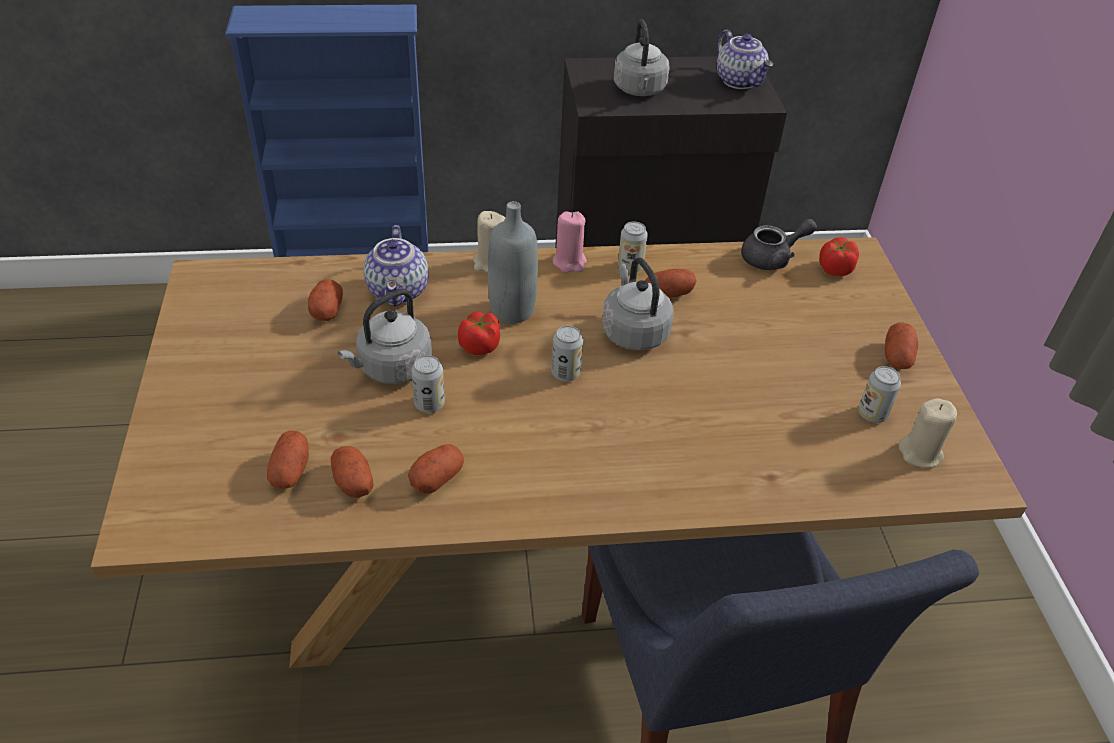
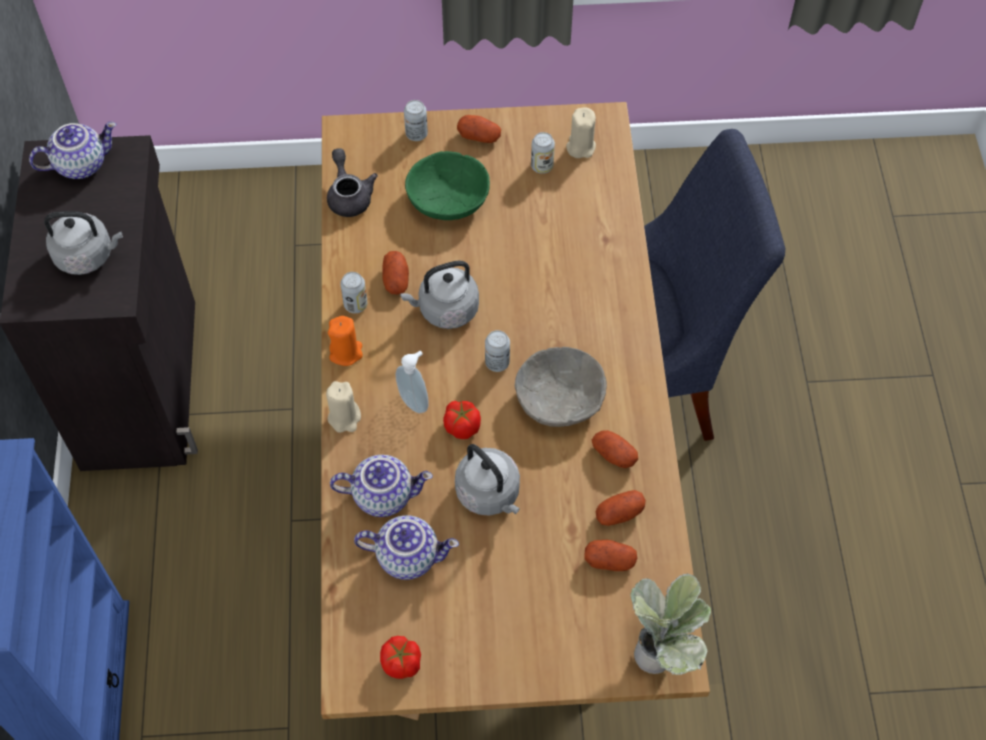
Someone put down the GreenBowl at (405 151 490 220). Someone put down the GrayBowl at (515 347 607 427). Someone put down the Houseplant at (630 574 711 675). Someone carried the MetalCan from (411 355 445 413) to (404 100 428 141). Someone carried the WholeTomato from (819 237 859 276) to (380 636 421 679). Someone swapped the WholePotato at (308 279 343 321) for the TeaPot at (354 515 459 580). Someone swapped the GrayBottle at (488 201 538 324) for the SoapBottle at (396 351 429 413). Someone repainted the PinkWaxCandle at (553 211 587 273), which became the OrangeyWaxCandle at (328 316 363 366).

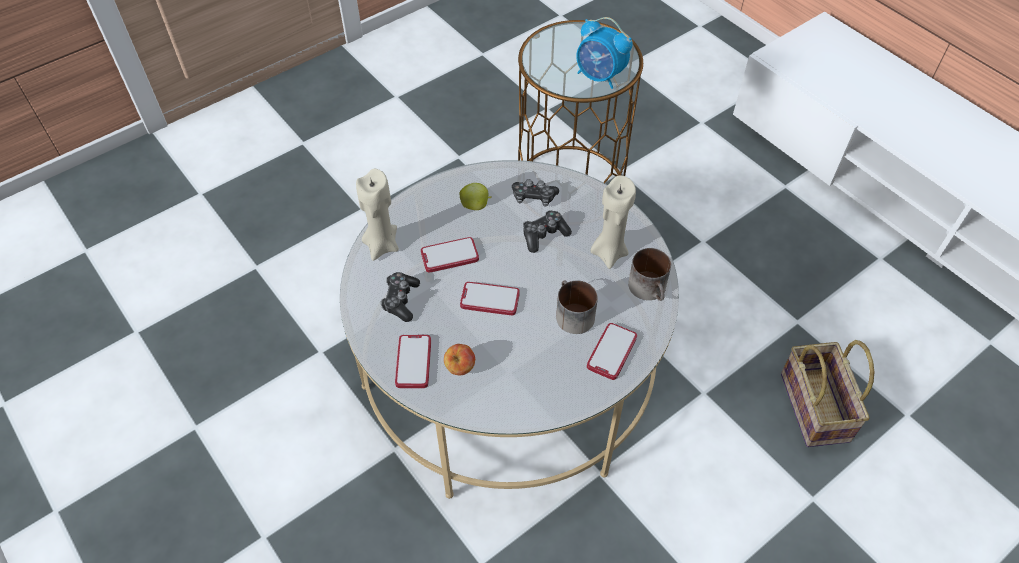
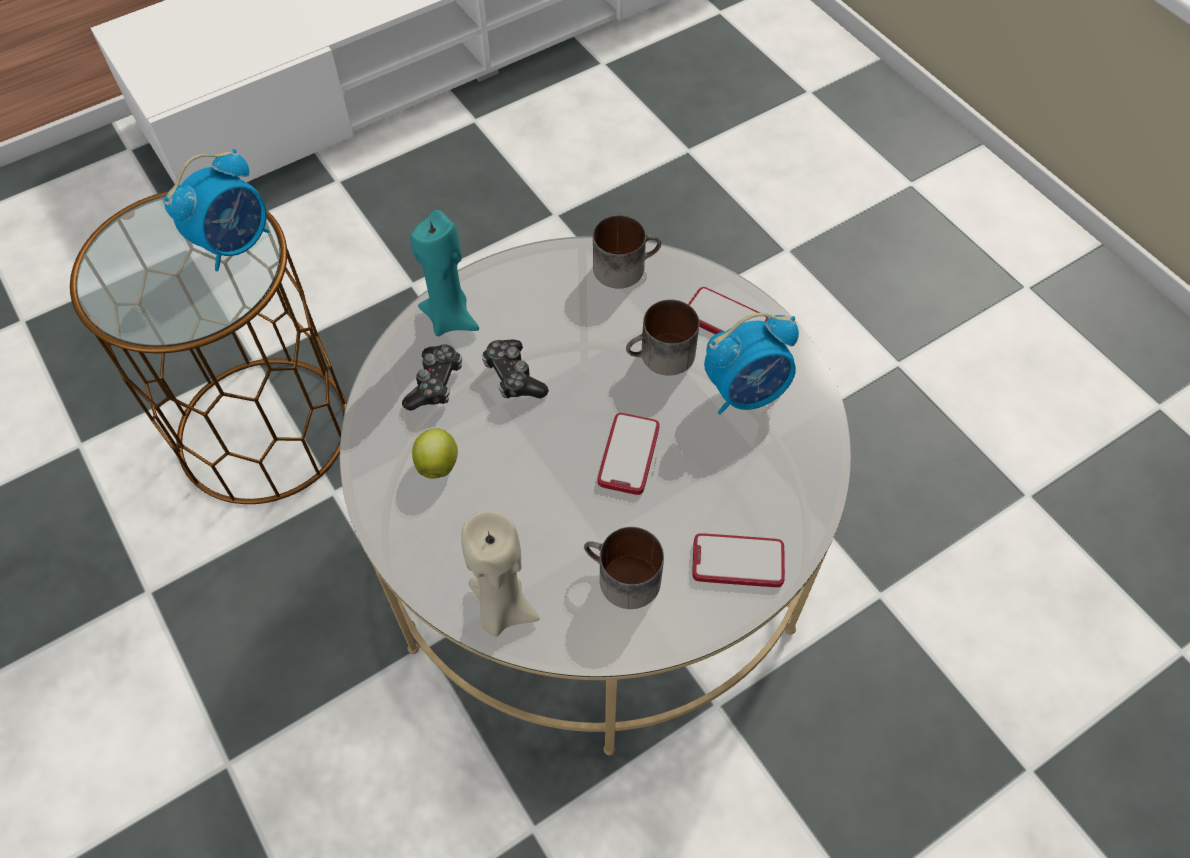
Someone took away the Phone at (421 237 479 272). Someone took away the WholeApple at (444 344 475 375). Someone took away the BeigeColouredWaxCandle at (590 175 636 269). Someone took away the StorageBasket at (781 340 874 447). Someone put down the BlueGreenWaxCandle at (410 210 479 336). Someone put down the TableClock at (704 313 799 414). Someone swapped the Gamepad at (380 272 420 322) for the TeaMug at (584 527 664 609).

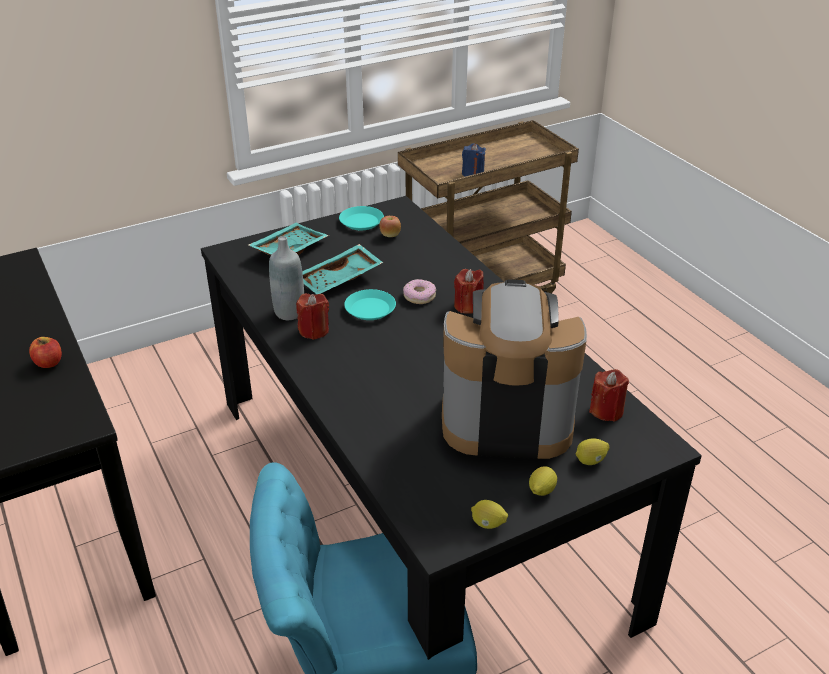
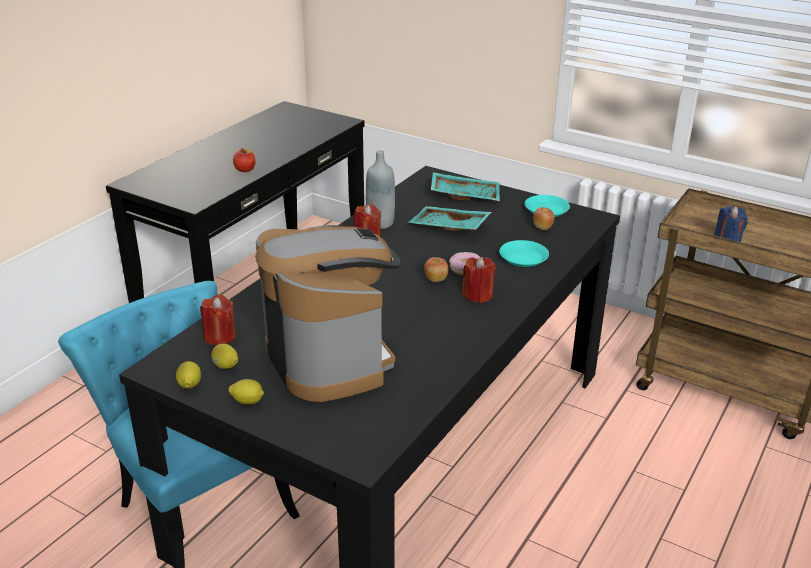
Someone put down the WholeApple at (424 257 448 282). Someone carried the BlueGreenDinnerPlate from (344 289 396 320) to (499 240 549 267). Someone carried the WholeLemon from (576 439 609 465) to (211 344 238 369). Someone carried the ReddishWaxCandle from (589 369 629 422) to (200 295 236 345).

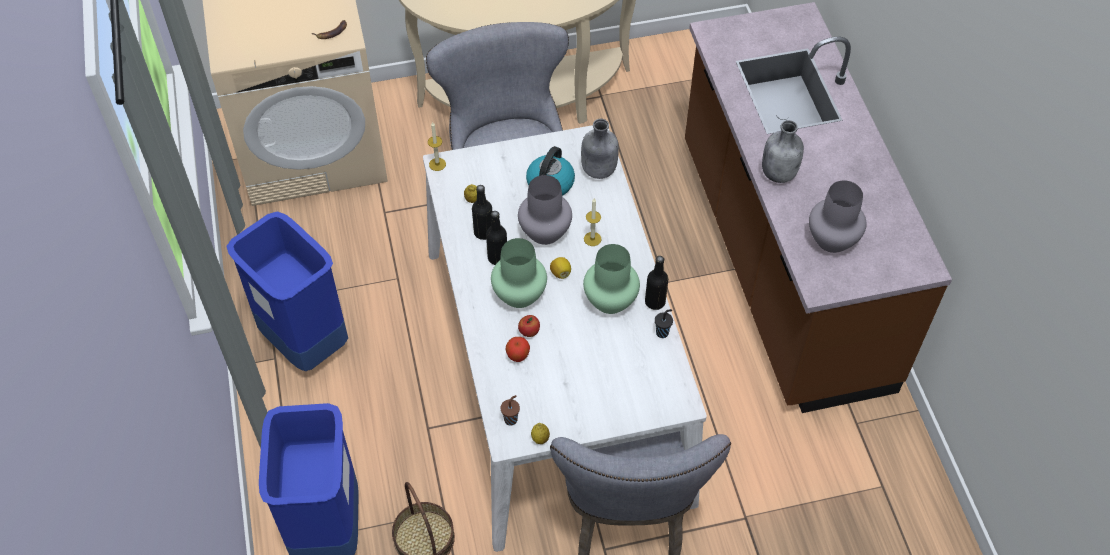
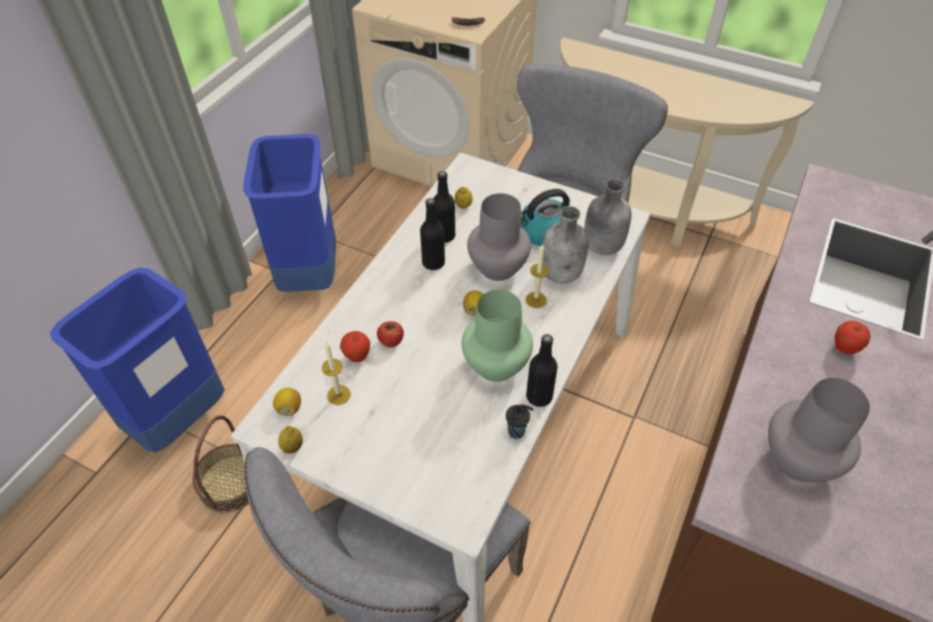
Someone took away the GreenFlowerVase at (491 238 547 308). Someone put down the WholeApple at (835 321 871 354). Someone carried the WaxCandle from (428 122 446 171) to (322 342 351 405). Someone carried the GrayBottle from (762 120 804 183) to (542 206 589 284). Someone swapped the BrownCup at (501 395 520 426) for the WholeLemon at (273 387 301 416).

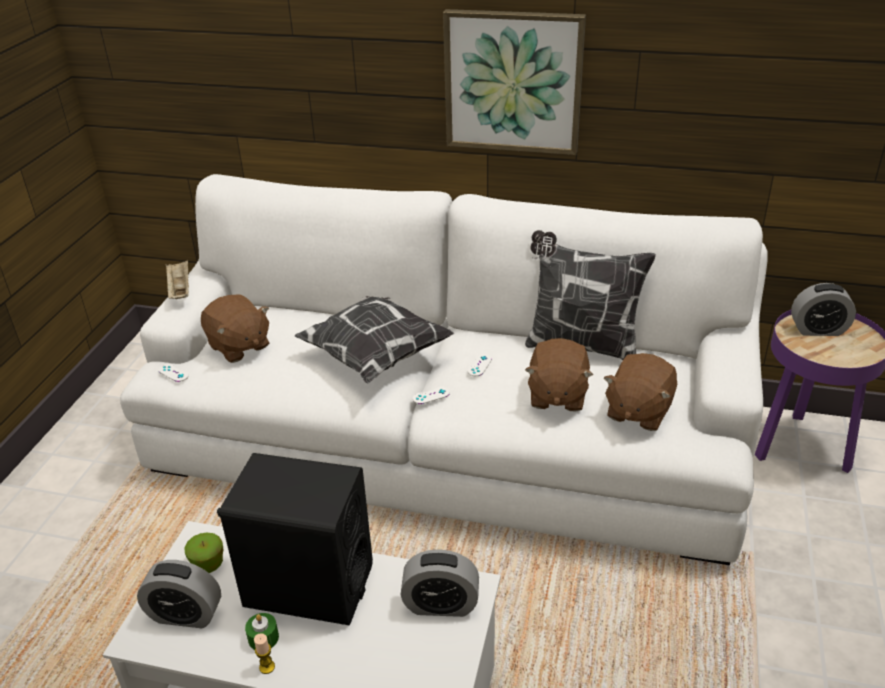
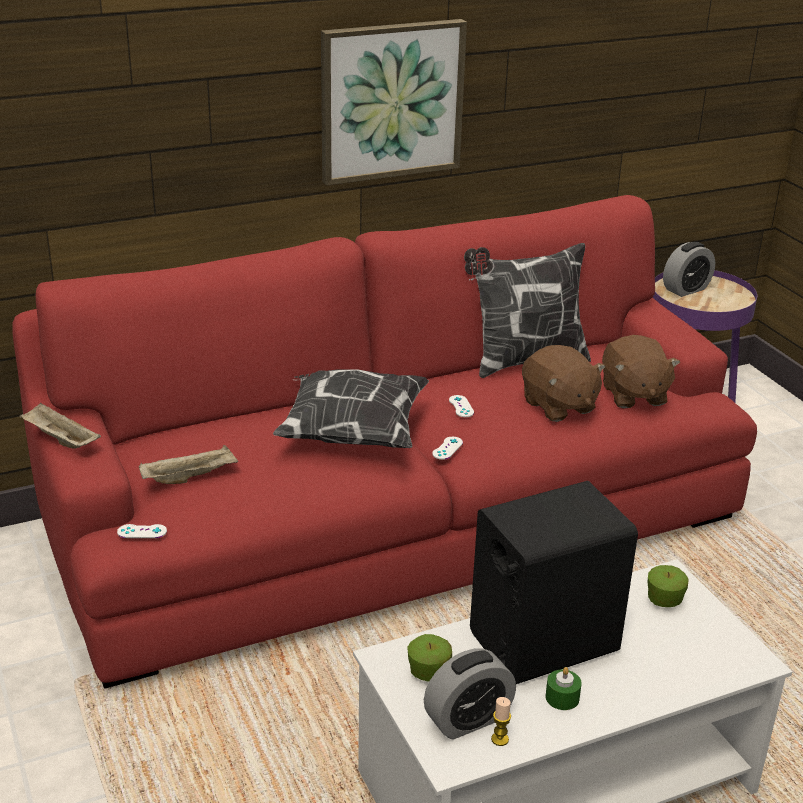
Someone carried the WaxCandle from (254 633 275 674) to (491 697 511 746). Someone swapped the BrownSoftToy at (201 294 269 363) for the BeigeColouredTray at (139 445 238 484). Someone swapped the TableClock at (401 549 479 617) for the WholeApple at (648 565 689 607). Someone repainted the WhitishSofa at (120 174 767 565), which became the ReddishSofa at (12 195 757 689).

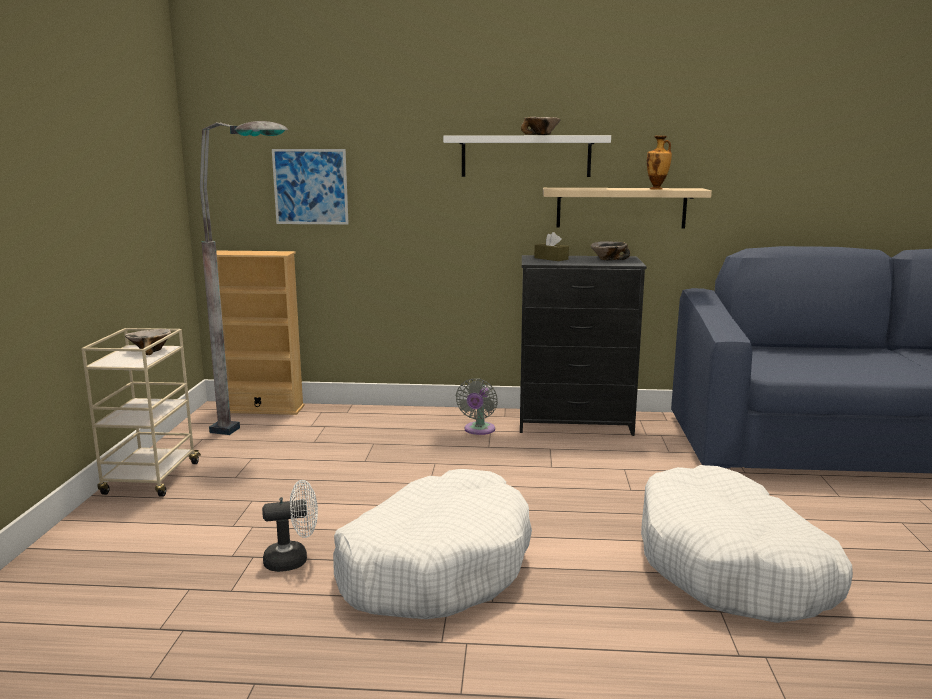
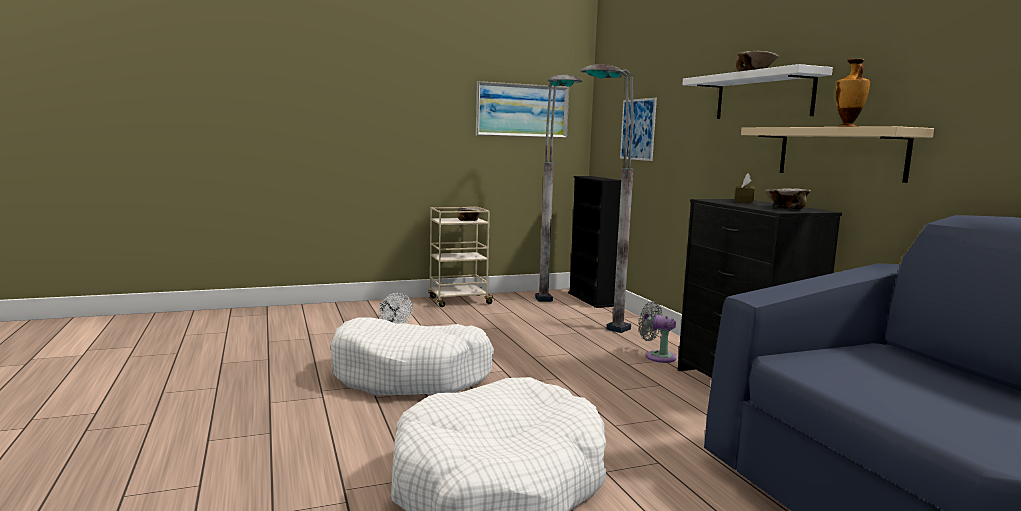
Someone put up the WallPicture at (476 81 569 138). Someone put down the GrayStandardLamp at (580 64 634 333). Someone repainted the BeigeColouredShelvingUnit at (216 251 305 415), which became the BlackShelvingUnit at (568 176 621 308). Someone rotated the GrayFan at (456 378 498 435) by 45 degrees clockwise.

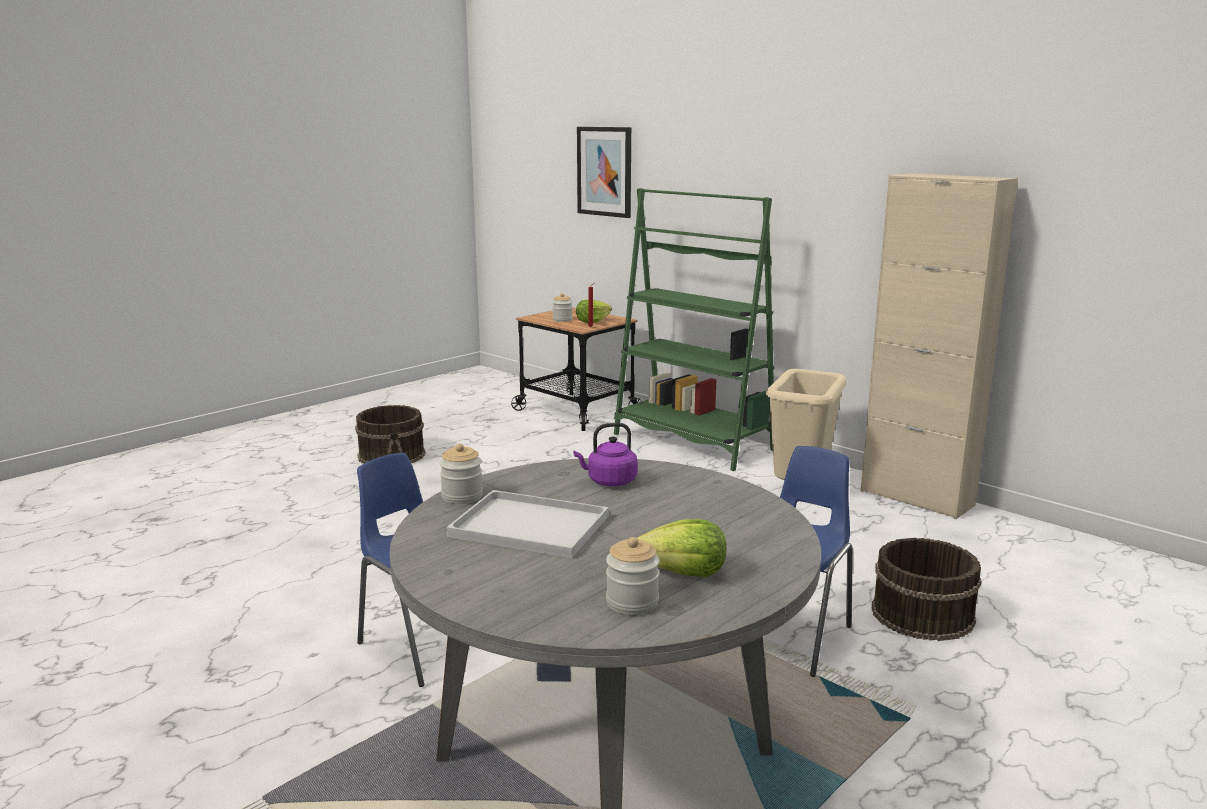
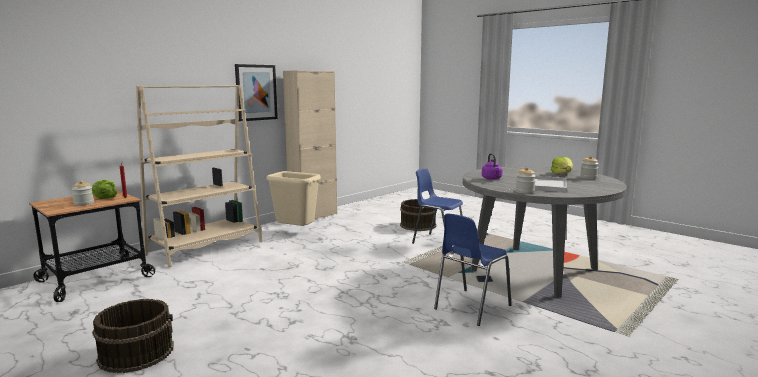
Someone carried the WallPicture from (577 127 631 218) to (235 64 278 122). Someone repainted the GreenShelvingUnit at (614 188 774 471), which became the BeigeColouredShelvingUnit at (136 85 263 267).

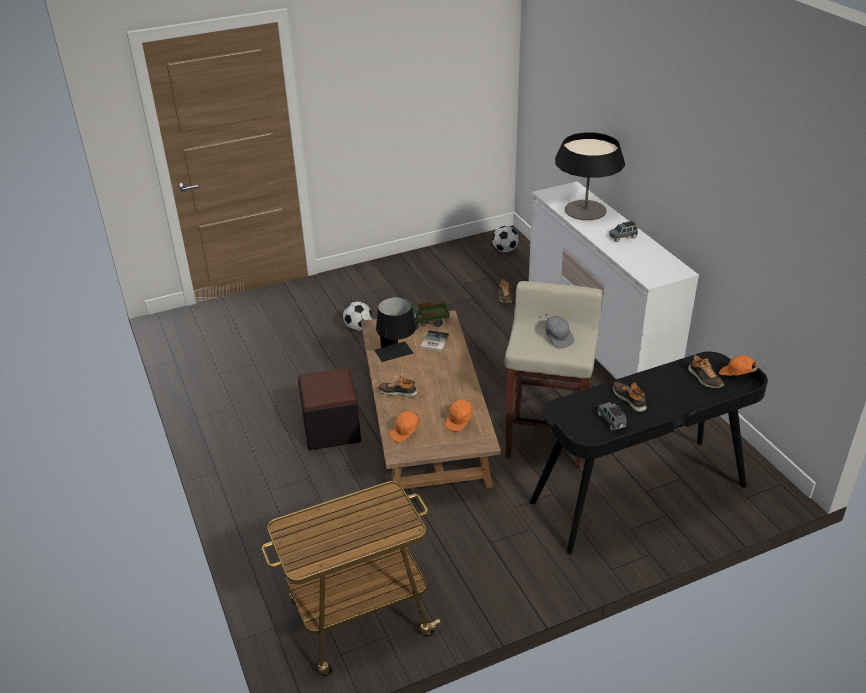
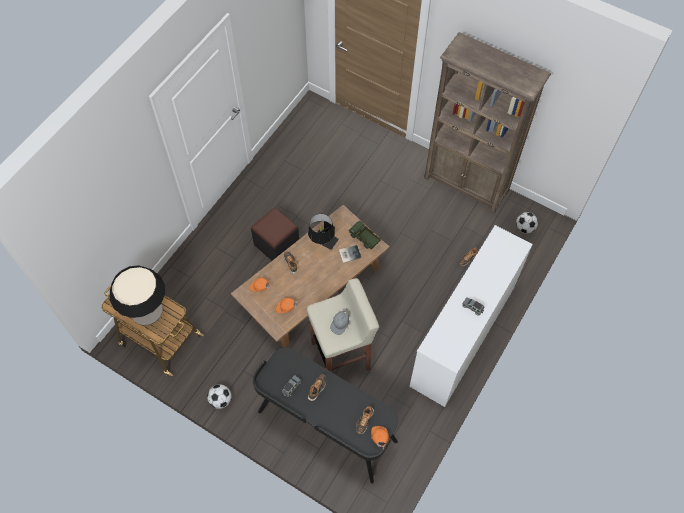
Someone put down the BrownShelvingUnit at (424 32 551 214). Someone carried the BallForFootball from (343 301 373 331) to (207 384 231 409). Someone carried the LampForATable from (555 133 625 220) to (110 265 165 326).

